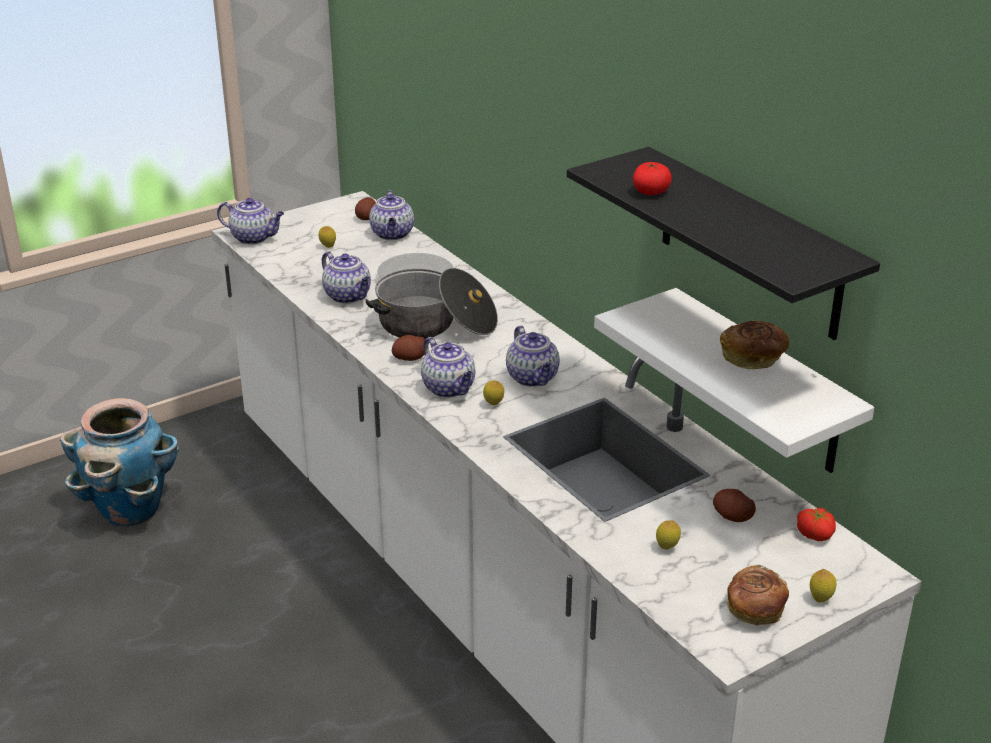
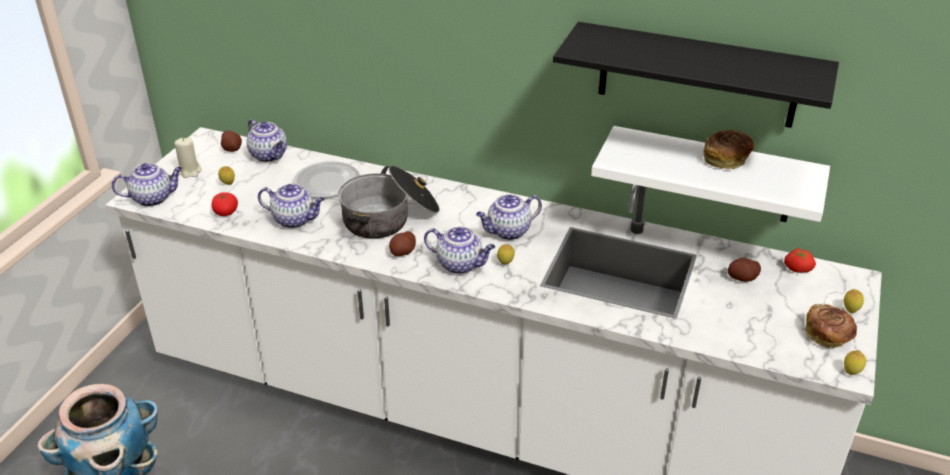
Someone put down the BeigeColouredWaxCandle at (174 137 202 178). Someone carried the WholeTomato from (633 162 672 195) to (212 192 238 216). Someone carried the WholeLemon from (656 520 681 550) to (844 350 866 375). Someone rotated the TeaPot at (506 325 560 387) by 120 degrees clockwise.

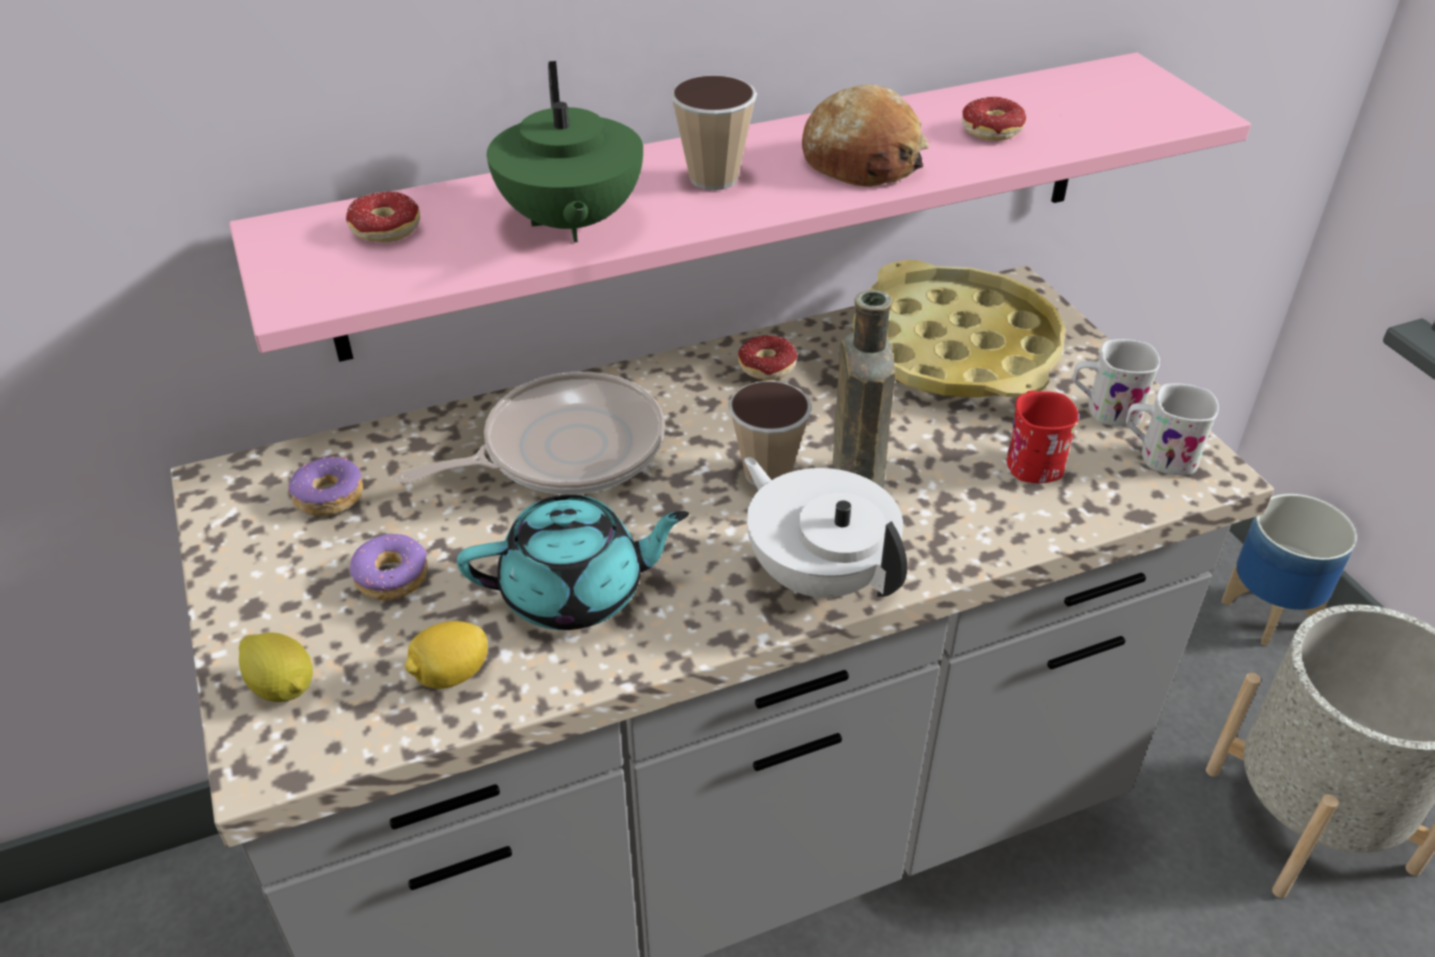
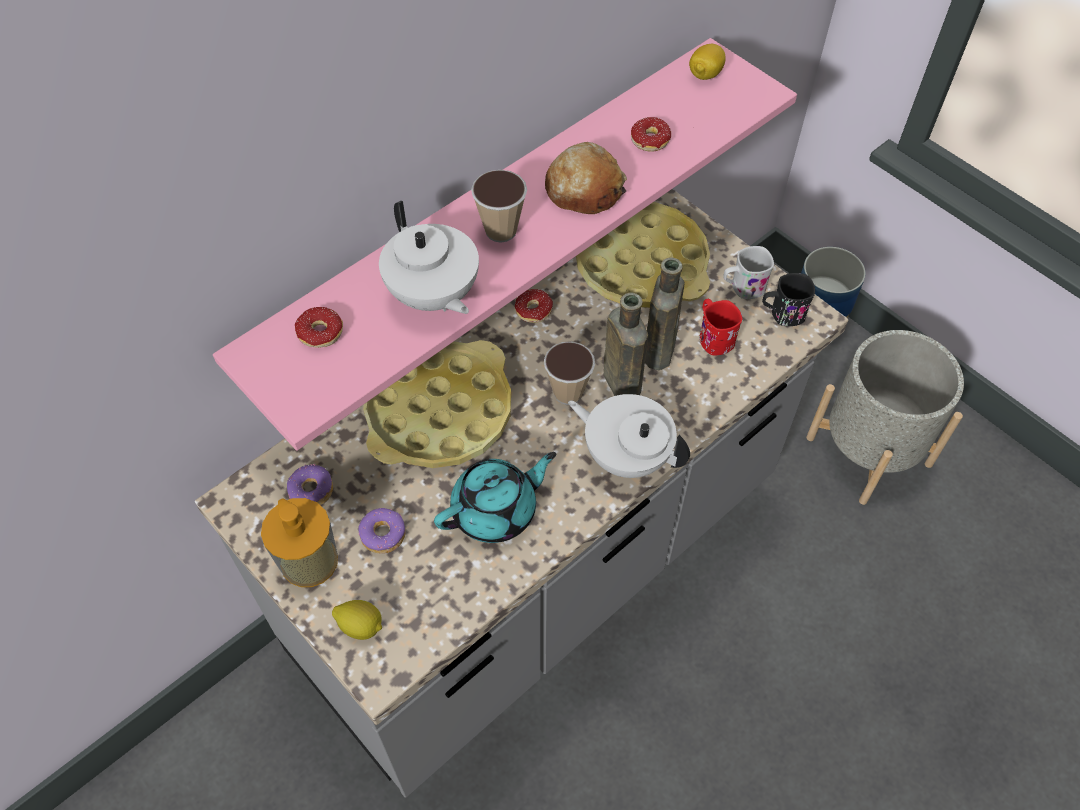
Someone put down the SoapBottle at (261 498 338 587). Someone put down the BrownBottle at (645 258 685 370). Someone carried the WholeLemon from (405 621 488 689) to (689 44 726 80). Someone swapped the Skillet at (397 372 664 495) for the YellowTray at (363 340 511 468). Someone repainted the GreenTeaPot at (487 61 643 242), which became the WhitishTeaPot at (379 201 479 314). Someone repainted the WhitishTeaMug at (1126 383 1219 475), which became the BlackTeaMug at (762 273 815 326).

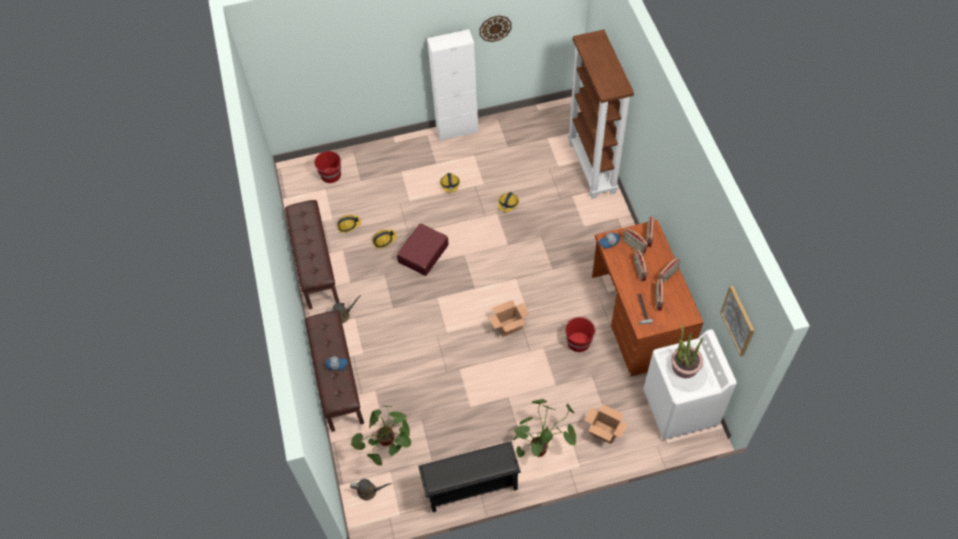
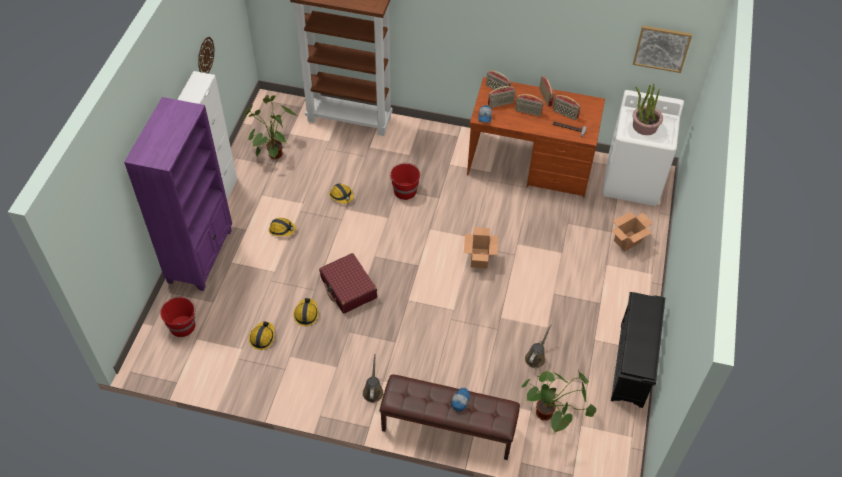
Someone took away the BrownLongSeat at (285 200 340 310). Someone put down the PurpleColouredShelvingUnit at (124 97 232 291). Someone carried the BrownSprinklingCan from (350 479 392 501) to (525 325 552 368). Someone carried the Houseplant from (513 399 576 457) to (242 95 297 159). Someone carried the ReddishPail from (565 316 596 352) to (389 163 420 200).

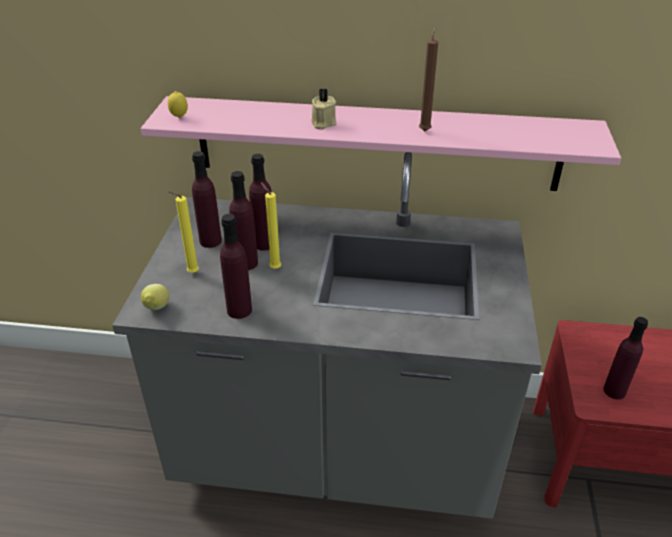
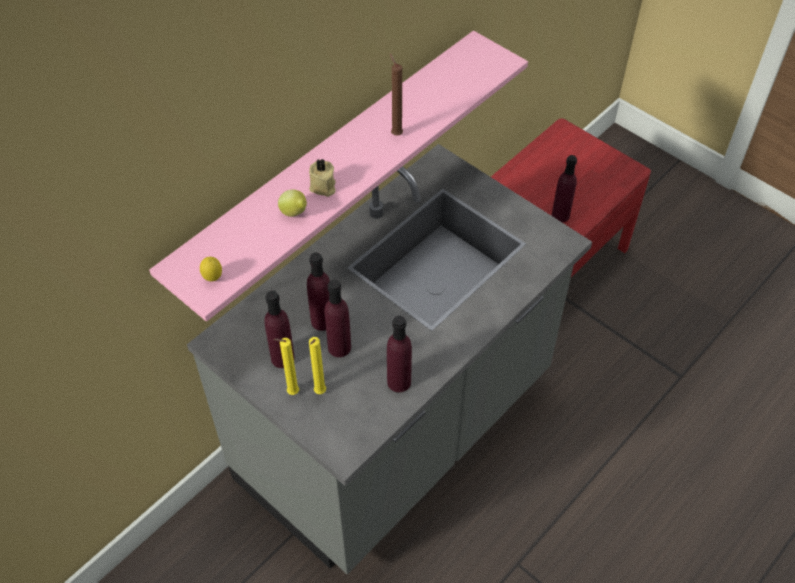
Someone carried the WholeLemon from (141 284 169 310) to (278 189 307 217). Someone carried the YellowWaxCandle from (261 183 281 269) to (273 338 299 395).

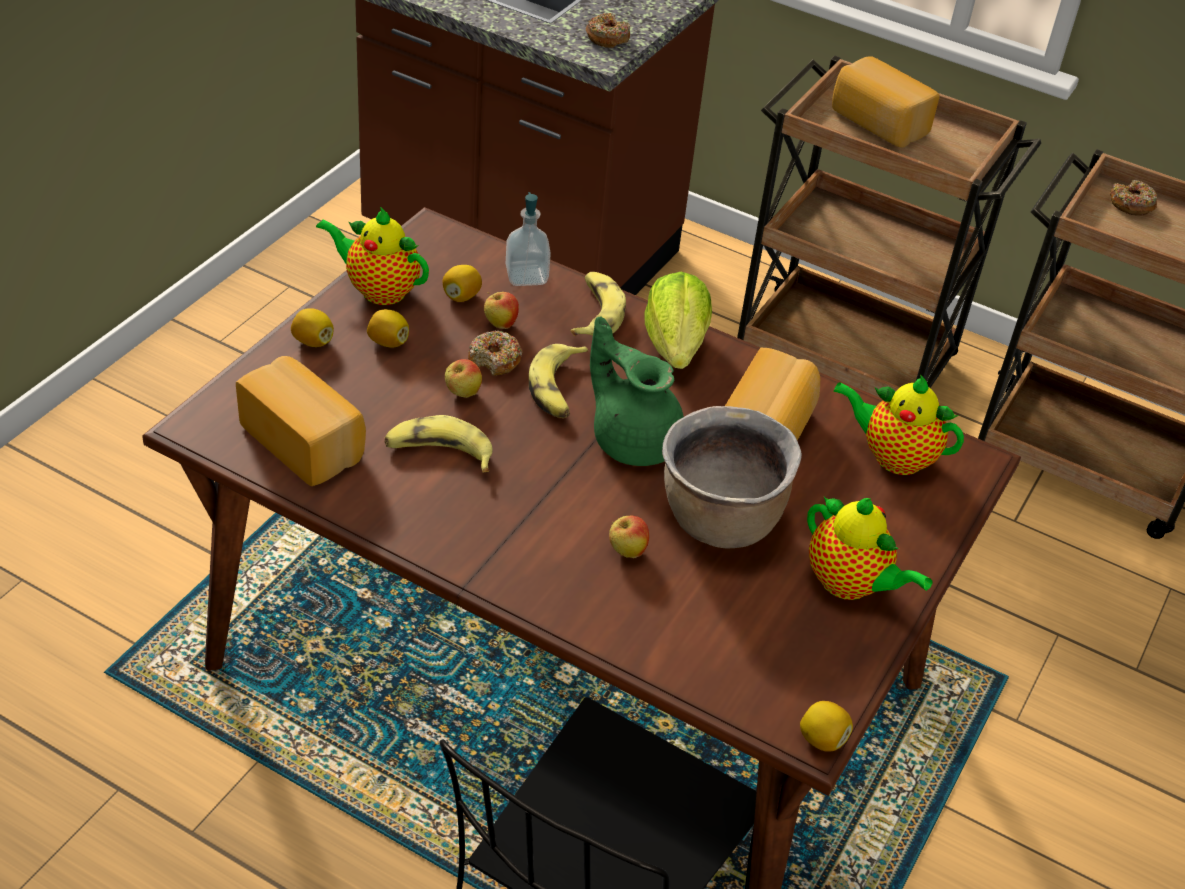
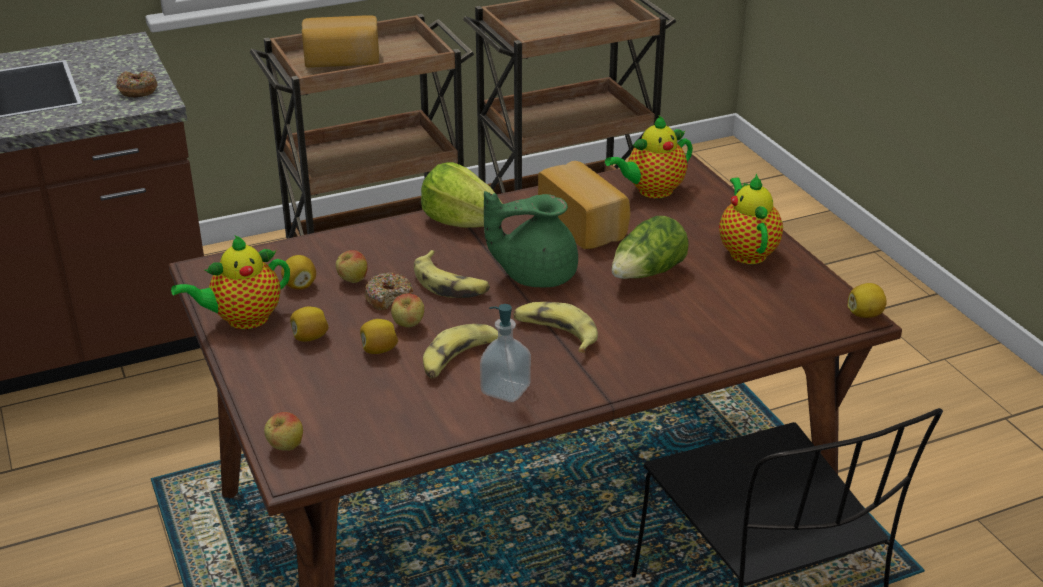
Someone took away the Bread at (236 356 366 486). Someone took away the Doughnut at (1110 180 1157 216). Someone carried the WholeLemon from (291 308 334 347) to (360 319 399 354). Someone carried the SoapBottle from (506 192 551 286) to (480 304 531 402). Someone carried the BananaFruit from (570 272 626 336) to (514 302 598 353). Someone carried the WholeApple from (609 516 649 558) to (264 412 303 451). Someone swapped the BrownSaucepot at (662 406 802 548) for the HeadOfLettuce at (612 216 689 279). Someone rotated the TeaPot at (807 497 933 600) by 90 degrees counterclockwise.

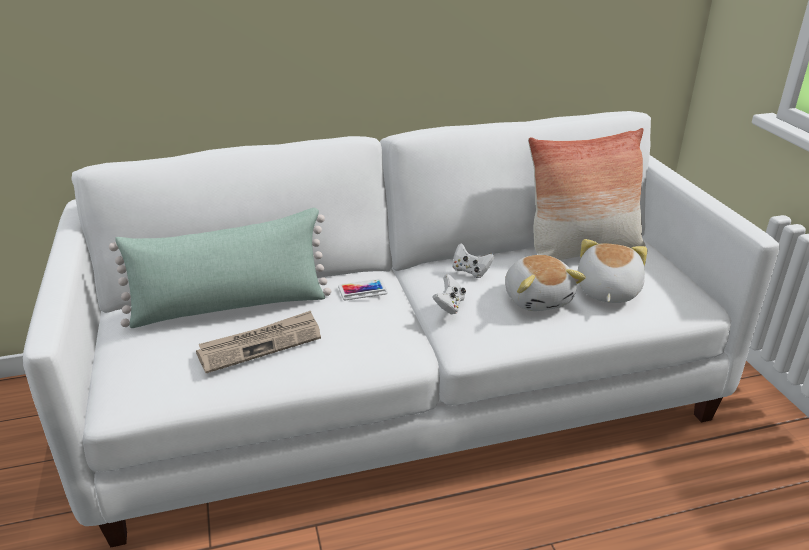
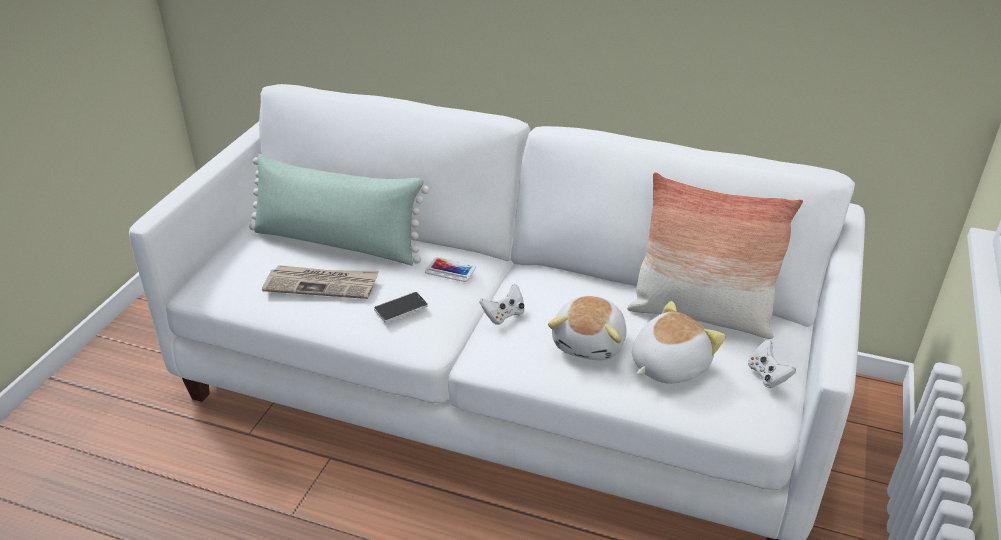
Someone put down the Phone at (374 292 428 323). Someone carried the WhitishGamepad from (452 243 494 278) to (748 340 796 388).

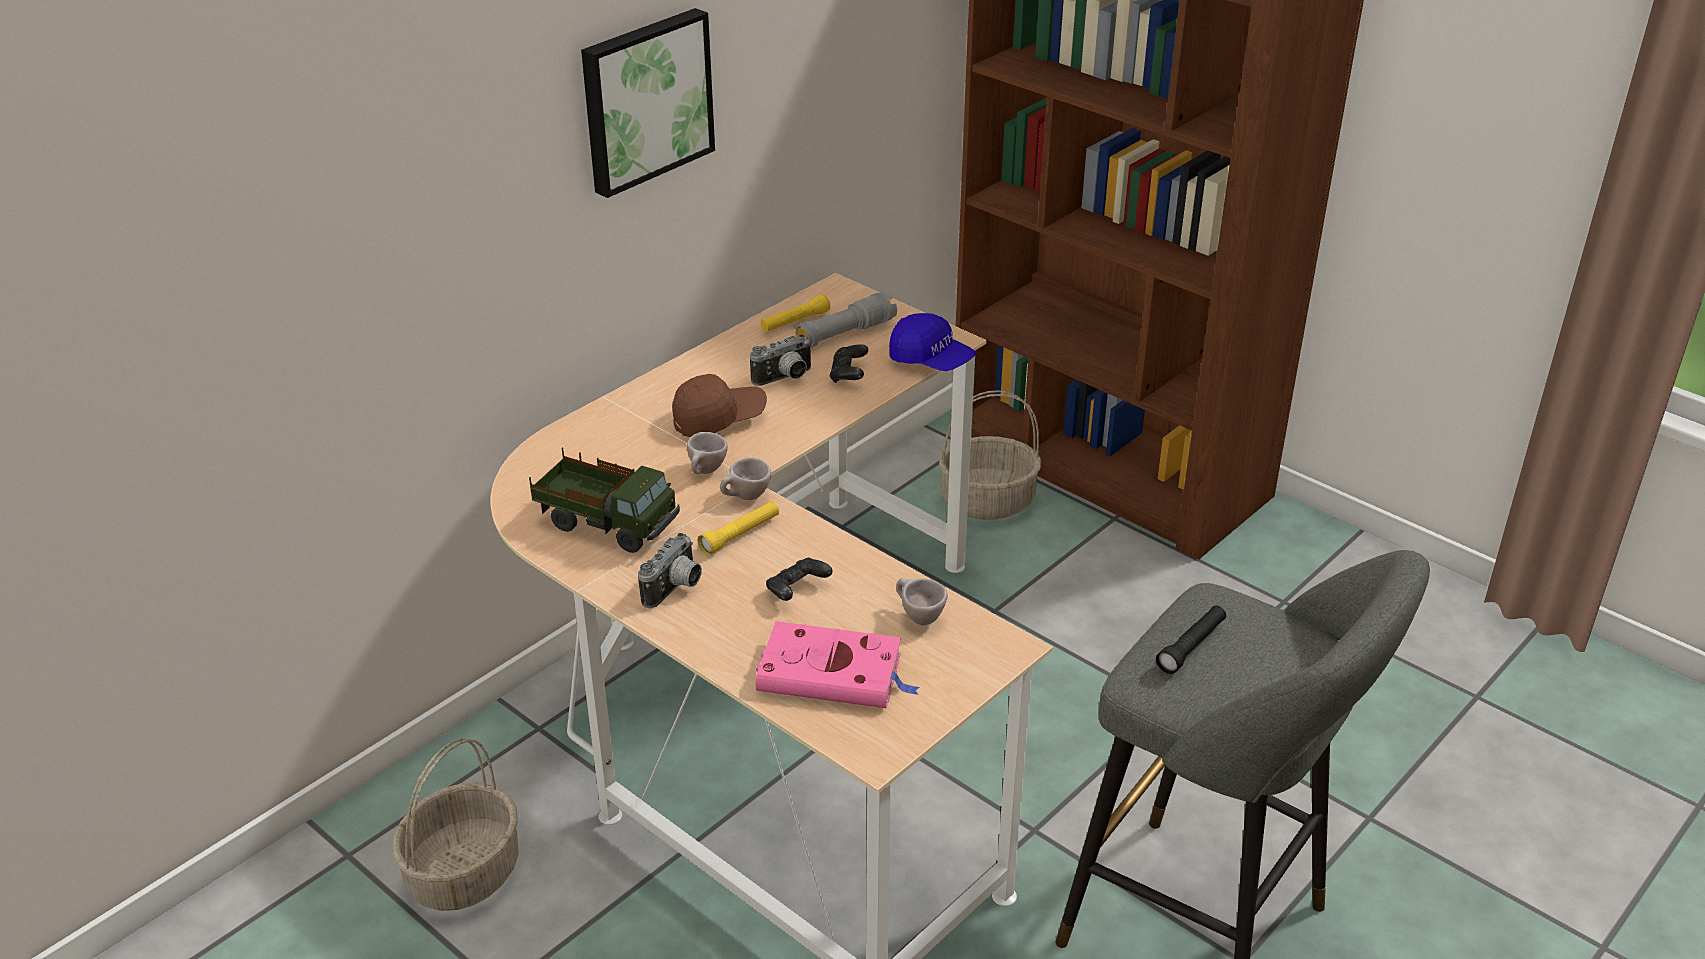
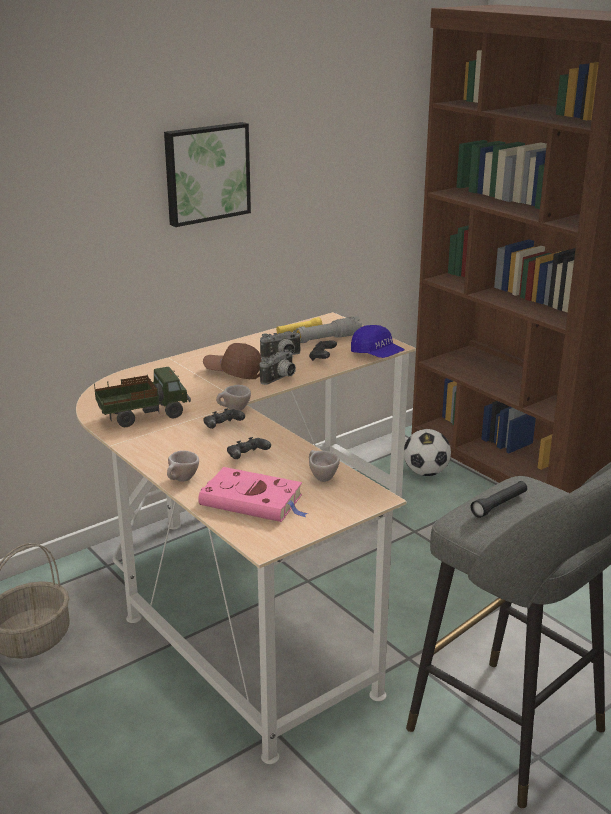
Someone carried the StillCamera from (638 533 702 608) to (260 349 296 385). Someone carried the BeigeColouredCup from (687 432 728 474) to (167 450 199 482). Someone swapped the YellowHandTorch at (698 501 779 556) for the BlackGamepad at (203 408 245 429). Someone swapped the StorageBasket at (939 390 1041 520) for the BallForFootball at (404 429 451 476). Someone rotated the ToyTruck at (529 447 680 553) by 60 degrees counterclockwise. Someone rotated the BrownPeakedCap at (672 374 767 437) by 150 degrees counterclockwise.

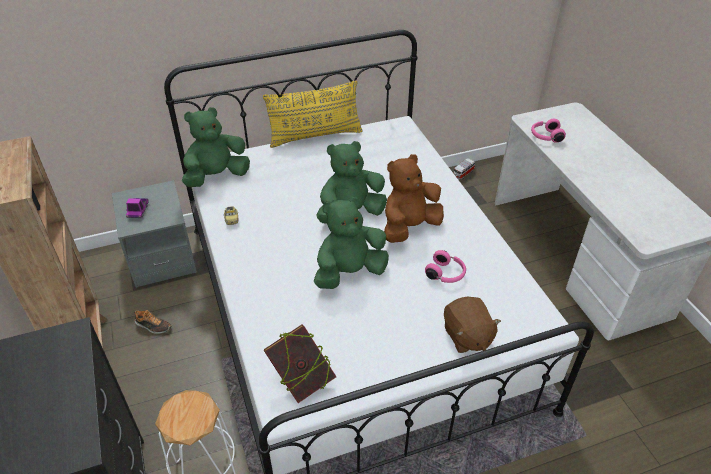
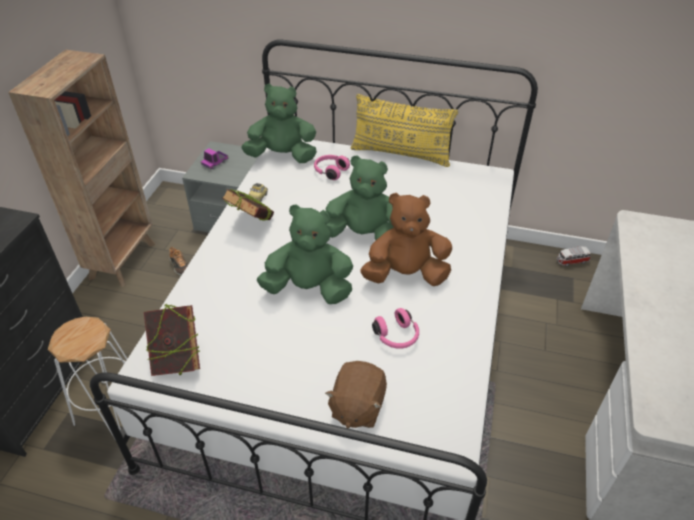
Someone put down the BoundBook at (222 189 274 221). Someone carried the PinkHeadphones from (531 119 566 143) to (314 155 350 180).

